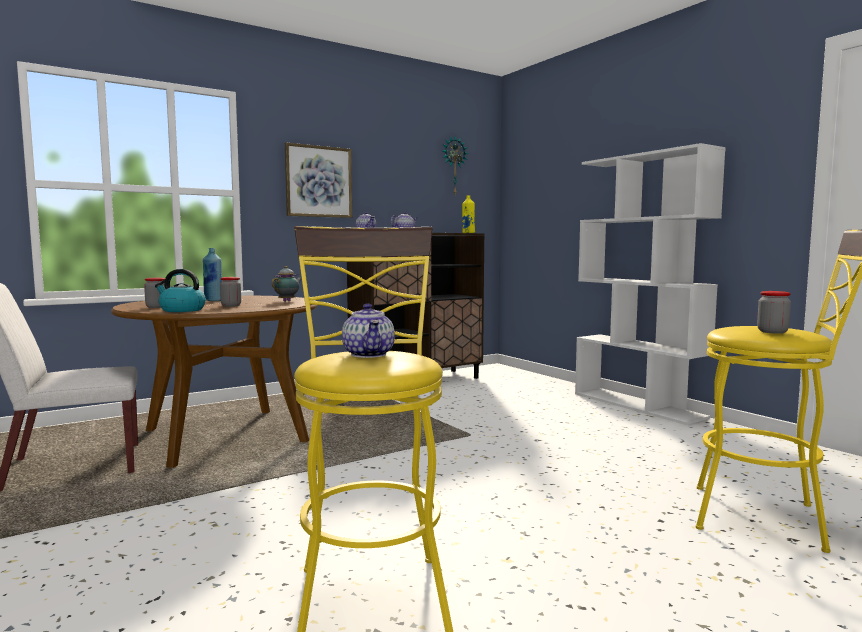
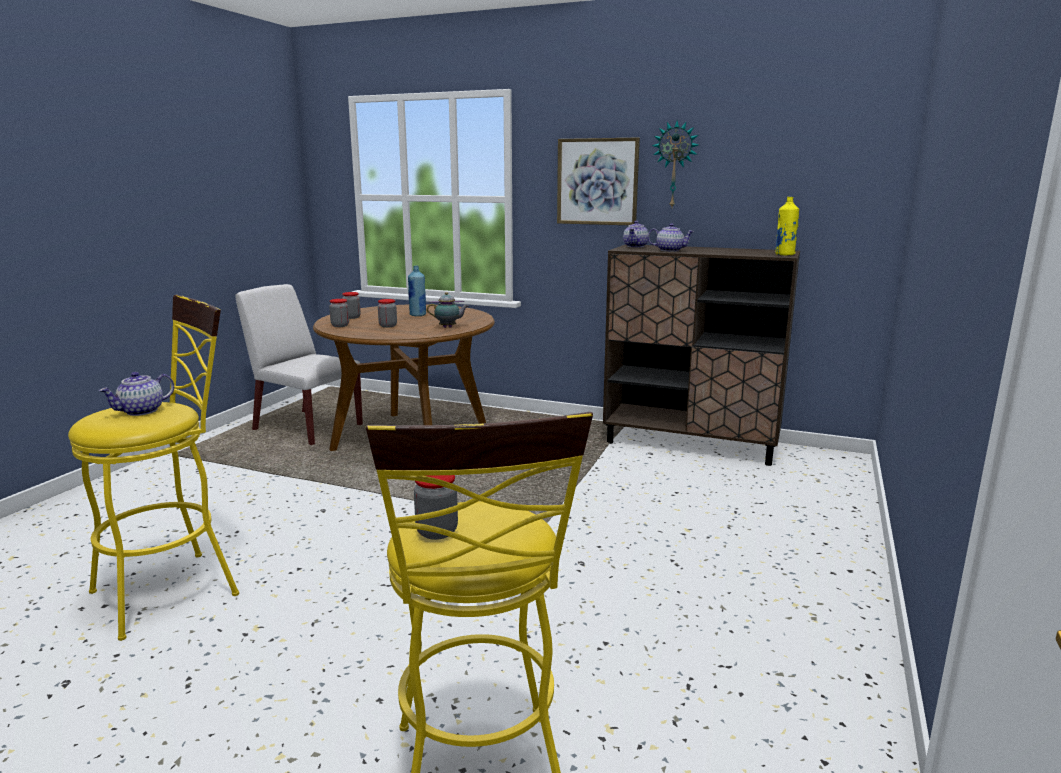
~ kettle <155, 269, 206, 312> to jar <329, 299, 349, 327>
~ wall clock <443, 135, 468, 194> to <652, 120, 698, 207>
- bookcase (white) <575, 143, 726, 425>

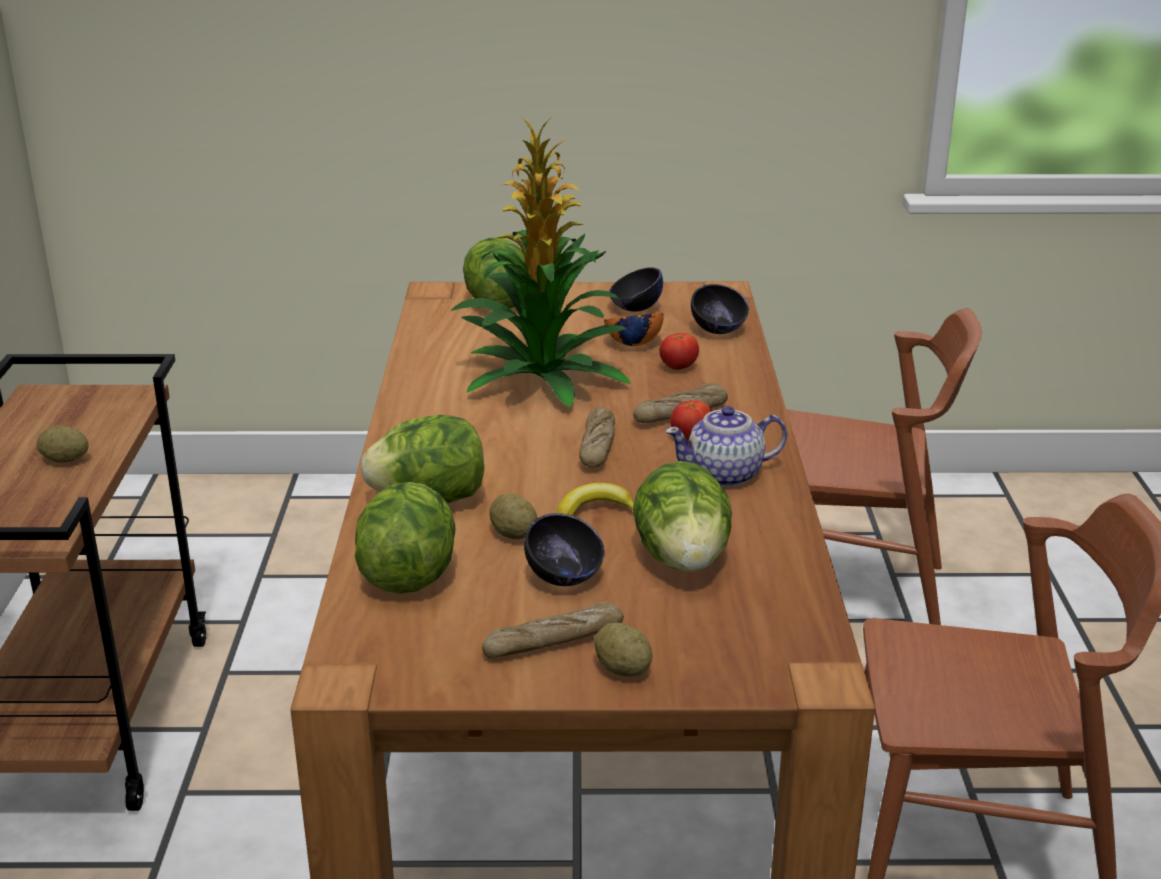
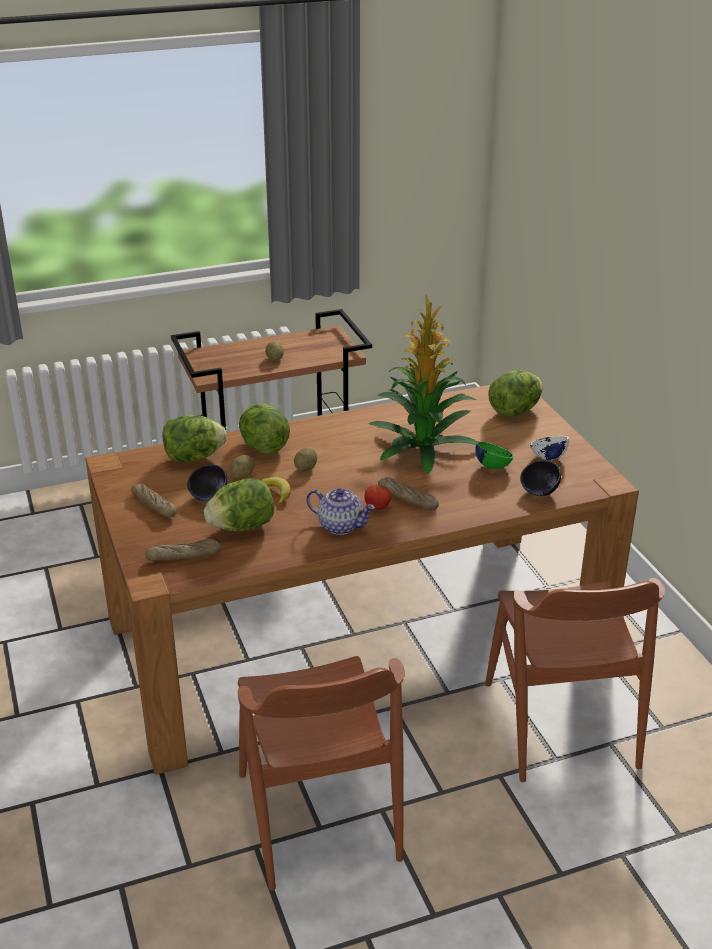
~ bread <579, 407, 615, 468> to <145, 539, 221, 561>
~ potato <594, 623, 653, 677> to <294, 447, 317, 471>
~ bowl (orange) <604, 313, 664, 346> to bowl (green) <475, 441, 514, 469>
~ bowl (black) <609, 267, 663, 312> to bowl (white) <530, 436, 569, 460>
- tomato <659, 333, 699, 370>
~ teapot <665, 406, 787, 487> = <306, 488, 375, 535> 150 degrees clockwise

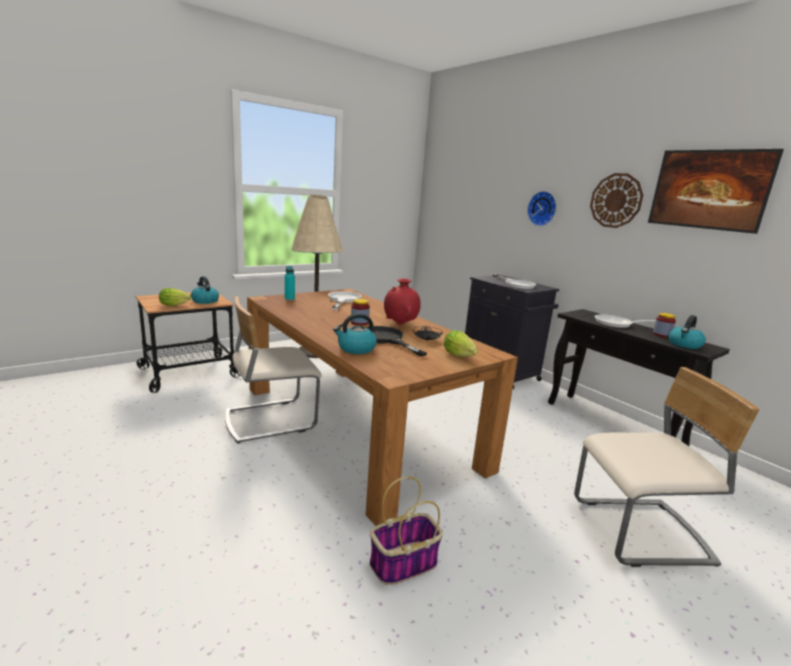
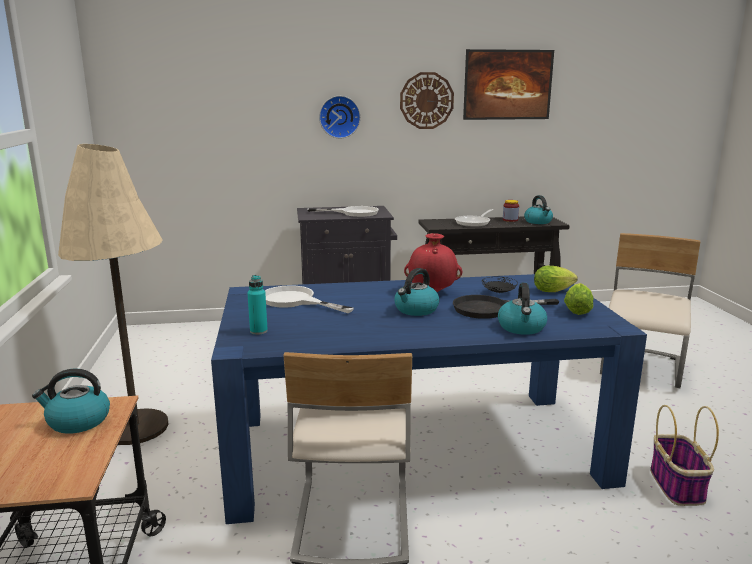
~ lettuce <159, 288, 191, 306> to <564, 283, 593, 315>
~ dining table (brown) <247, 289, 518, 526> to dining table (blue) <211, 274, 647, 524>
~ jar <351, 299, 370, 325> to kettle <394, 268, 439, 316>

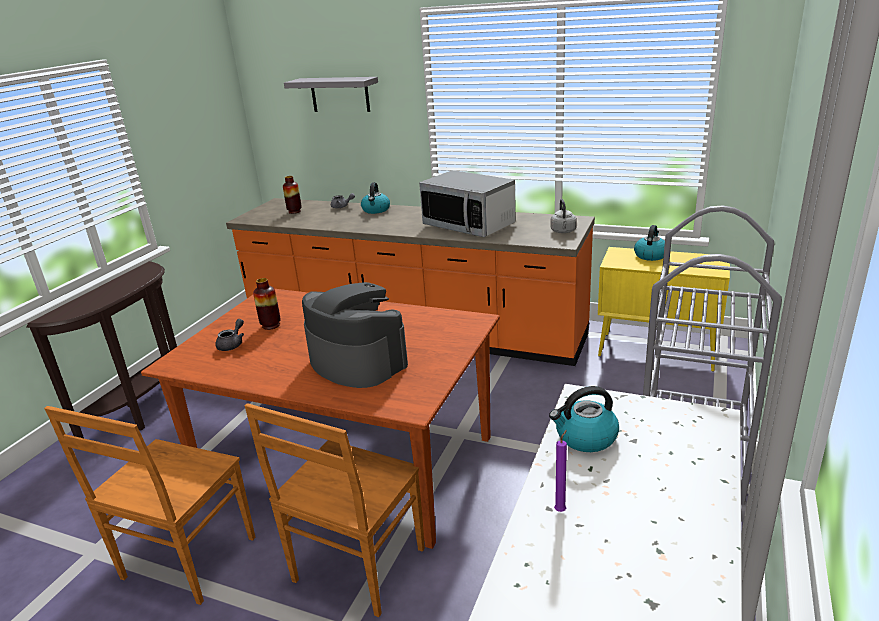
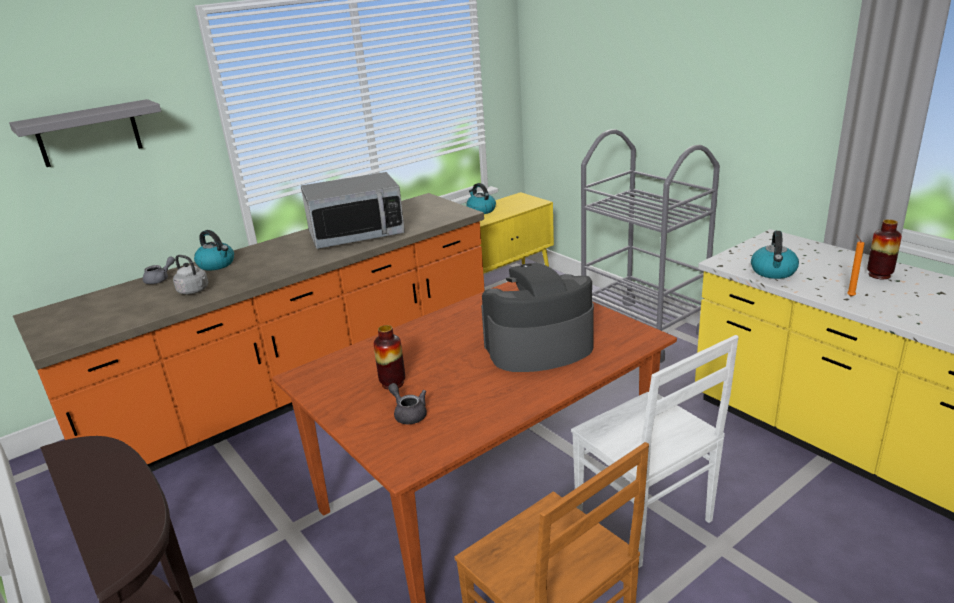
~ chair (brown) <244, 403, 425, 617> to chair (white) <571, 335, 739, 568>
~ vase <283, 176, 302, 214> to <867, 219, 902, 279>
~ kettle (grey) <551, 199, 577, 233> to <173, 255, 208, 295>
~ candle (purple) <554, 430, 567, 512> to candle (orange) <847, 234, 865, 296>

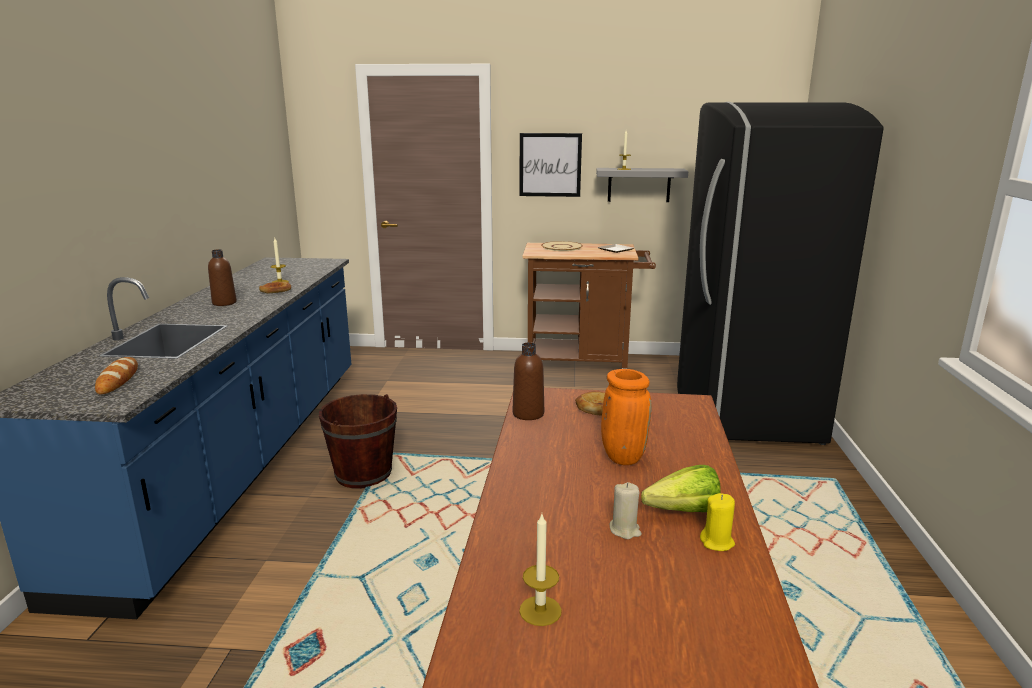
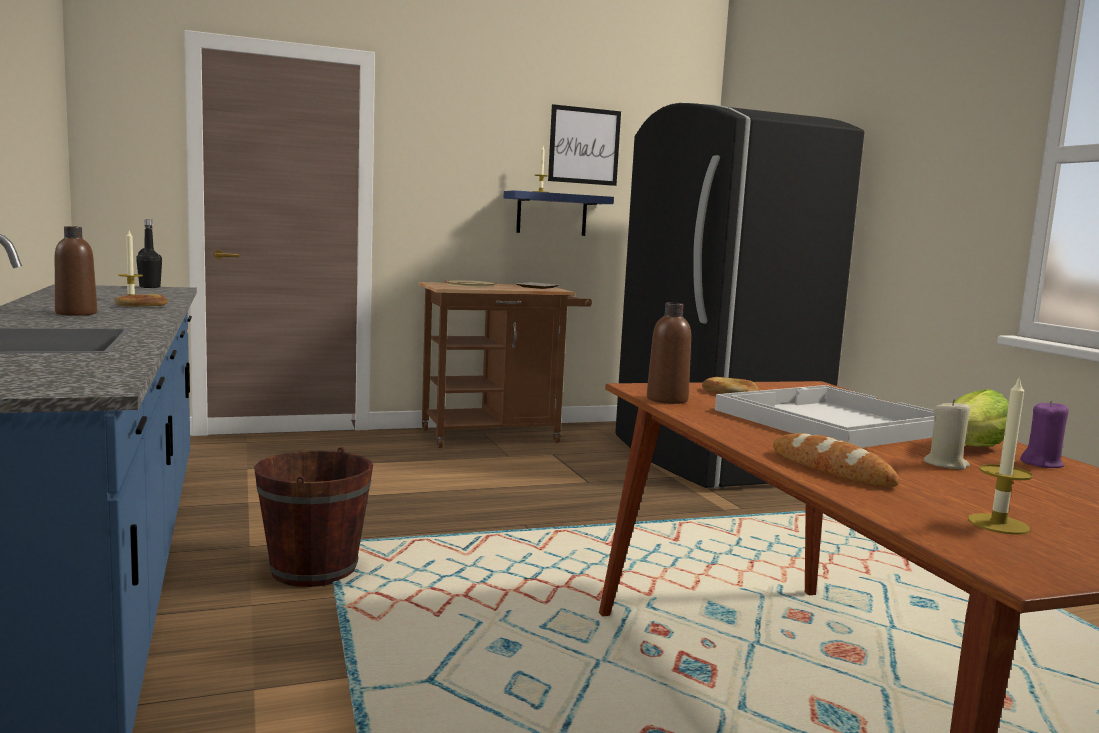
~ bread <95, 357, 138, 394> to <773, 433, 899, 487>
~ picture <520, 133, 582, 197> to <548, 104, 621, 186>
~ shelf (grey) <596, 168, 688, 202> to shelf (blue) <504, 190, 614, 236>
~ vase (orange) <601, 369, 652, 465> to tray (white) <715, 385, 934, 448>
~ candle (yellow) <700, 493, 735, 551> to candle (purple) <1020, 400, 1069, 468>
+ bottle (black) <136, 219, 162, 288>

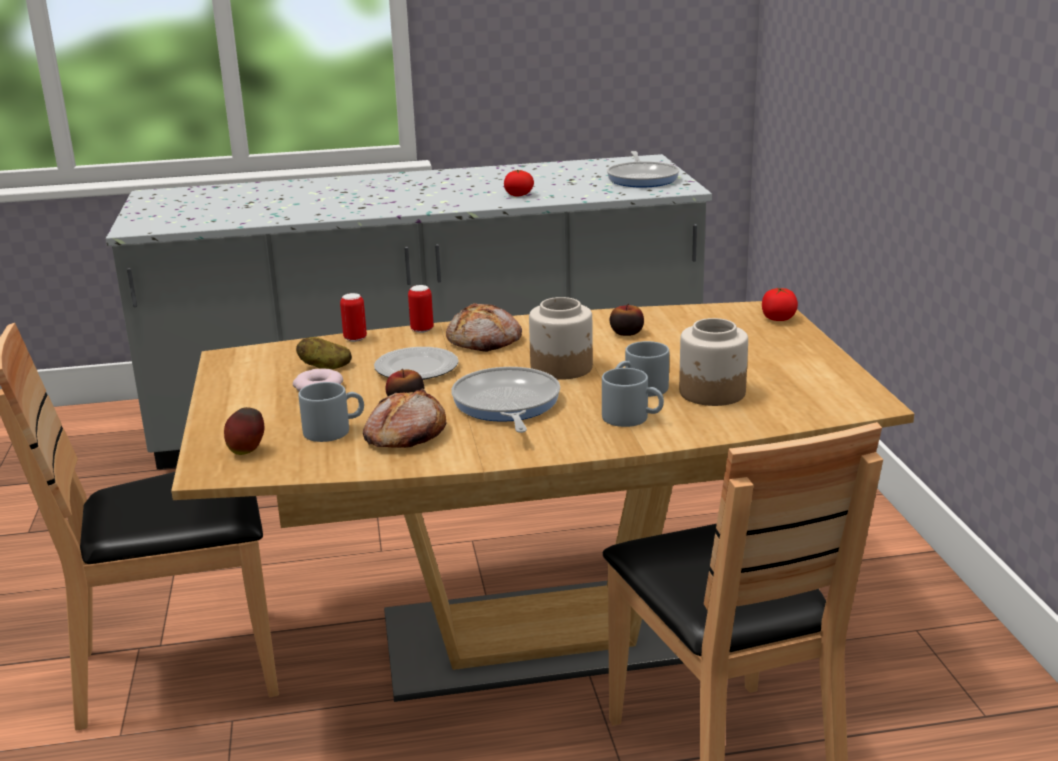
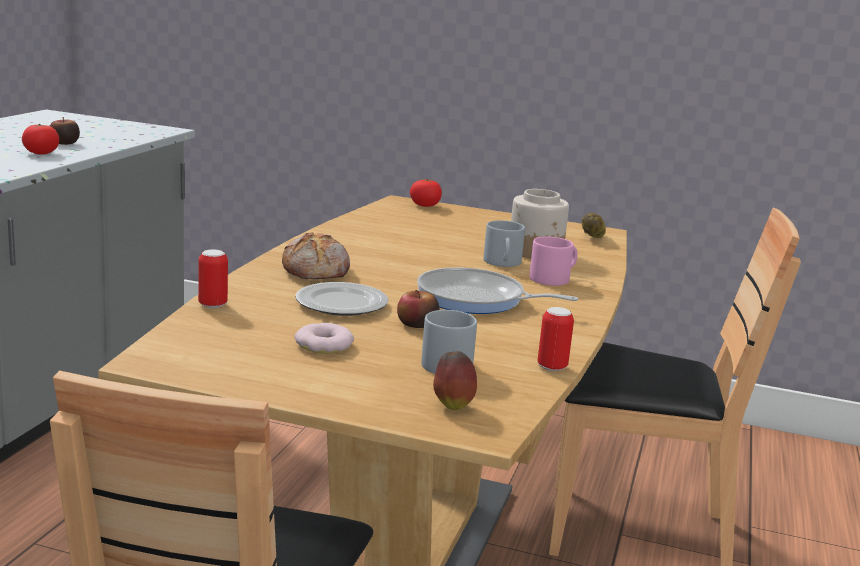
~ potato <296, 337, 352, 369> to <581, 213, 606, 238>
- bread <363, 389, 446, 448>
~ can <408, 285, 434, 333> to <538, 307, 574, 371>
- jar <529, 297, 593, 380>
~ mug (grey) <602, 368, 664, 427> to mug (pink) <529, 236, 578, 286>
- frying pan <607, 151, 680, 188>
~ apple <609, 304, 644, 336> to <50, 117, 80, 145>

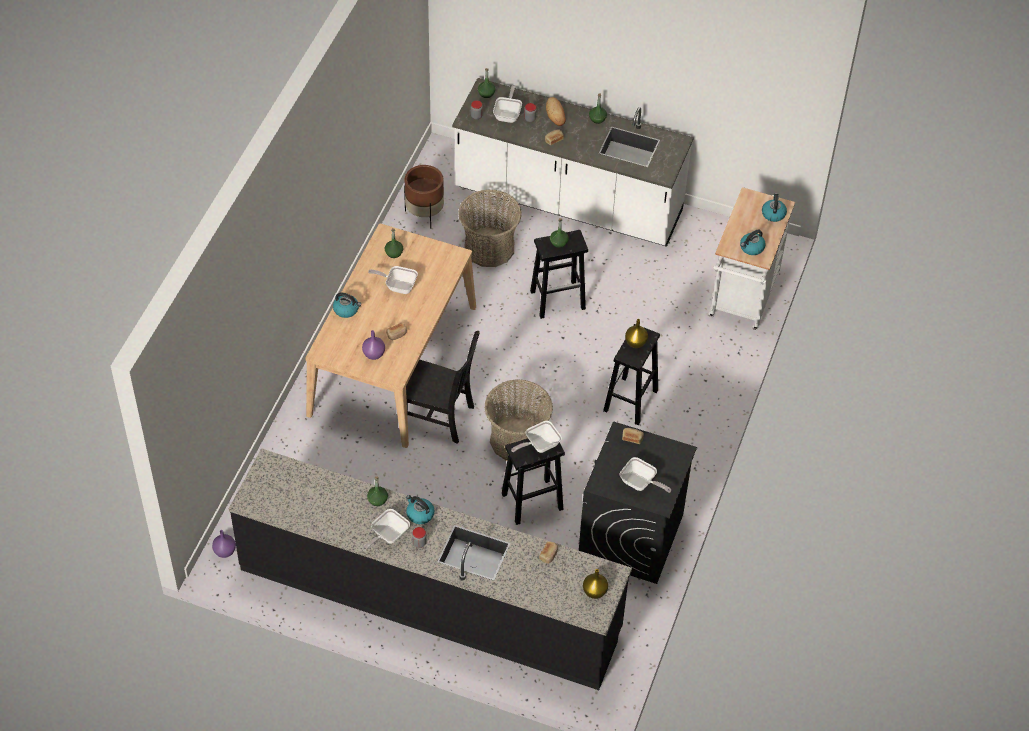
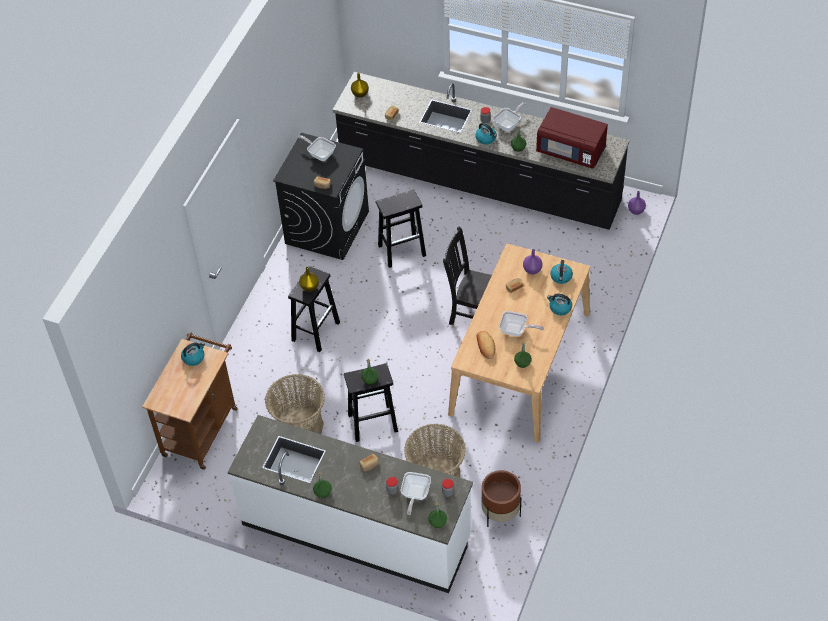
~ basket <484, 379, 553, 461> to <265, 374, 325, 434>
- frying pan <511, 421, 562, 453>
~ bread <546, 97, 566, 126> to <476, 331, 495, 359>
~ cart (white) <708, 187, 795, 330> to cart (brown) <142, 332, 238, 470>
~ kettle <762, 193, 787, 222> to <550, 260, 573, 284>
+ microwave (red) <536, 107, 608, 168>

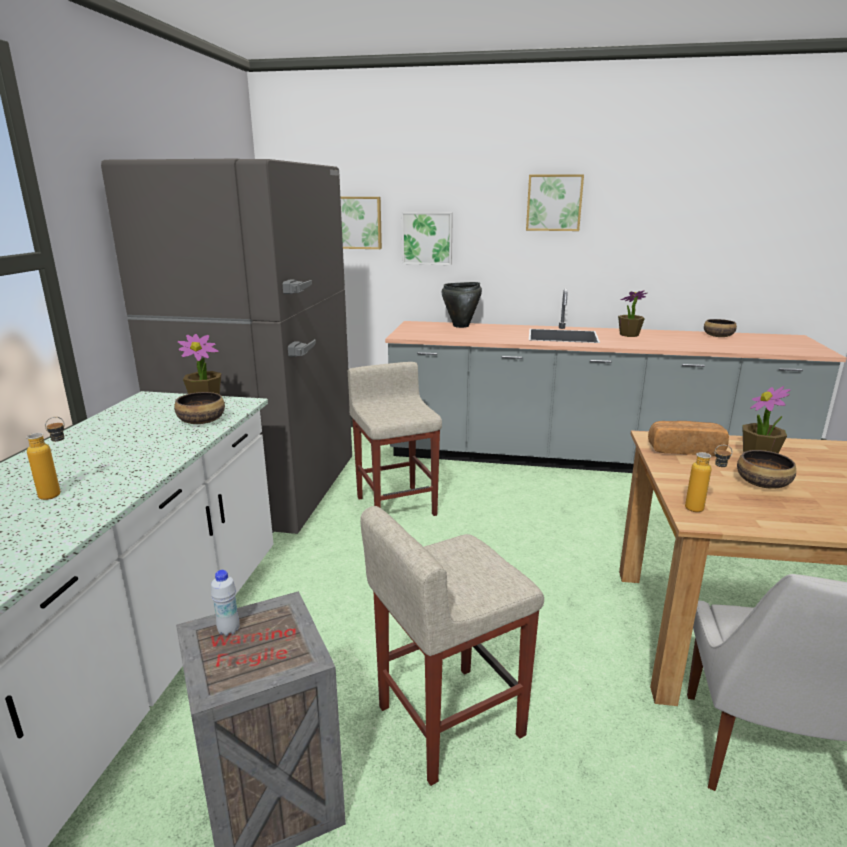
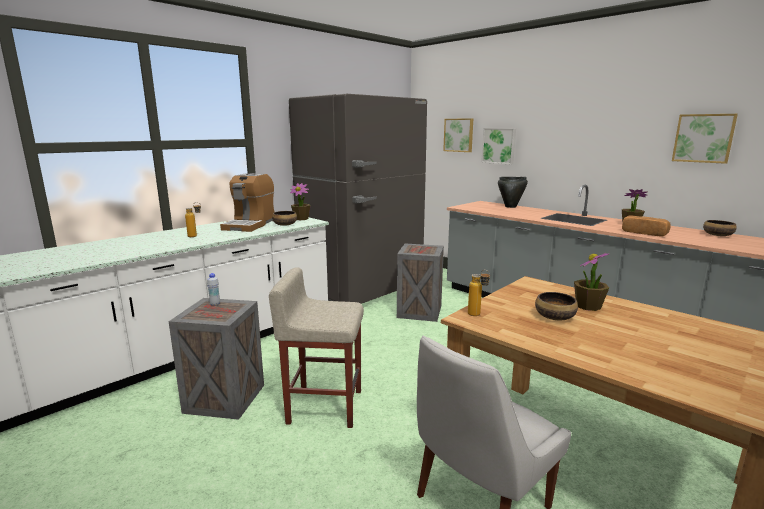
~ stool (beige) <348, 362, 442, 516> to crate <397, 244, 444, 322>
~ picture <526, 174, 584, 231> to <672, 114, 738, 164>
~ bread <648, 421, 729, 456> to <622, 215, 671, 236>
+ coffee machine <220, 173, 275, 232>

